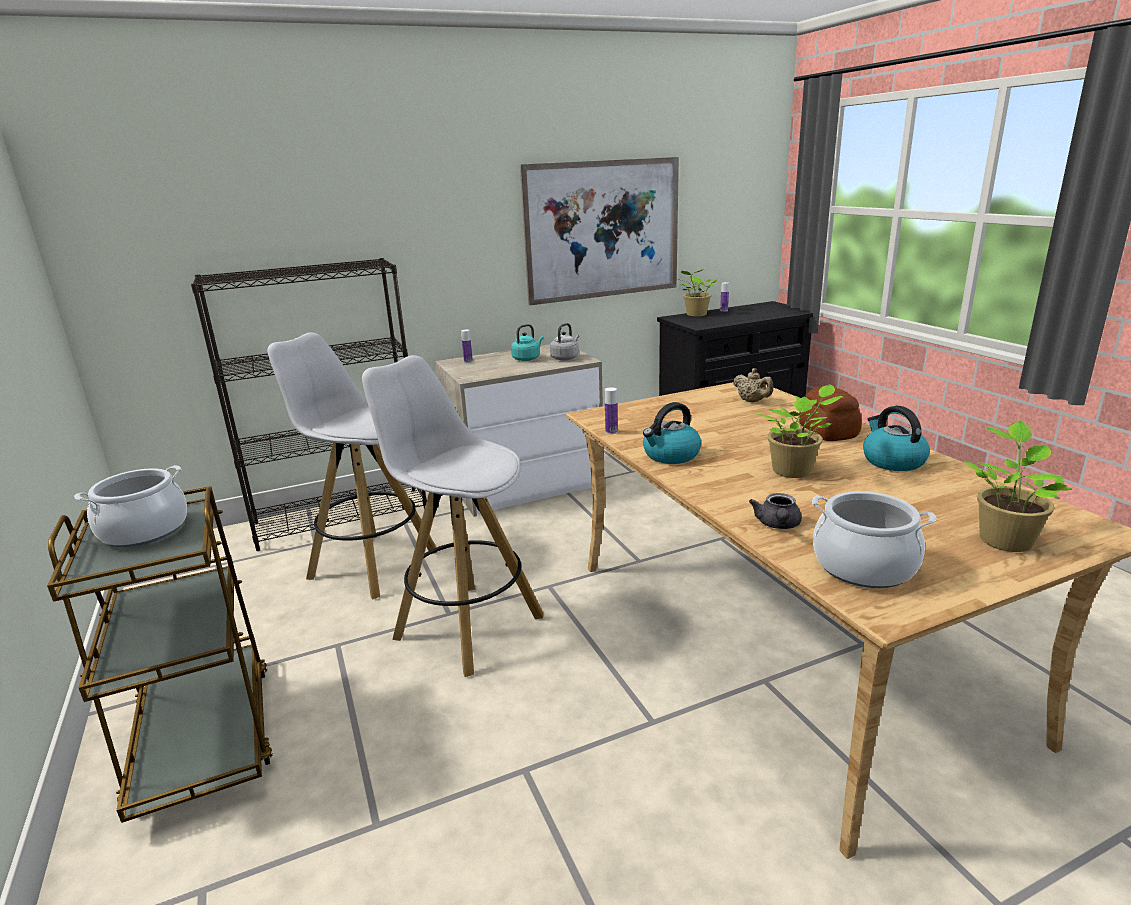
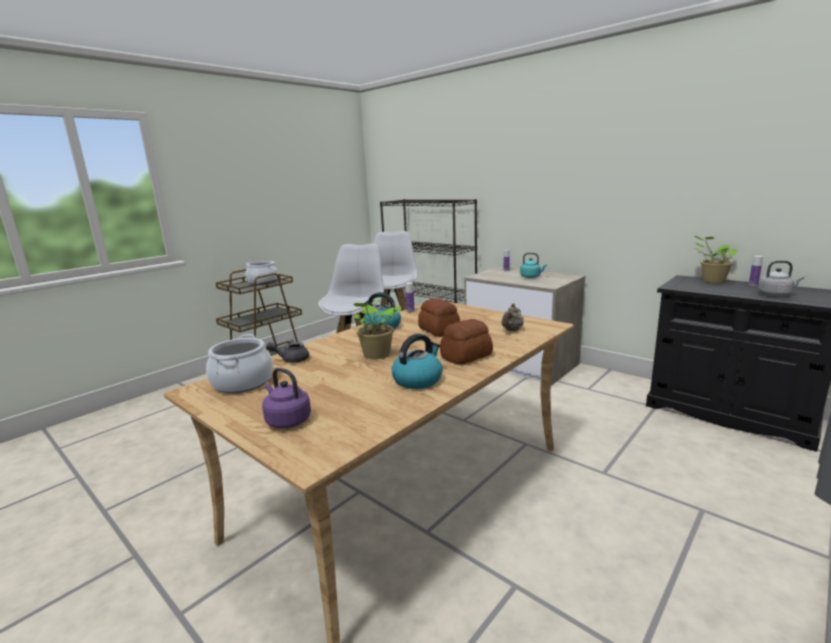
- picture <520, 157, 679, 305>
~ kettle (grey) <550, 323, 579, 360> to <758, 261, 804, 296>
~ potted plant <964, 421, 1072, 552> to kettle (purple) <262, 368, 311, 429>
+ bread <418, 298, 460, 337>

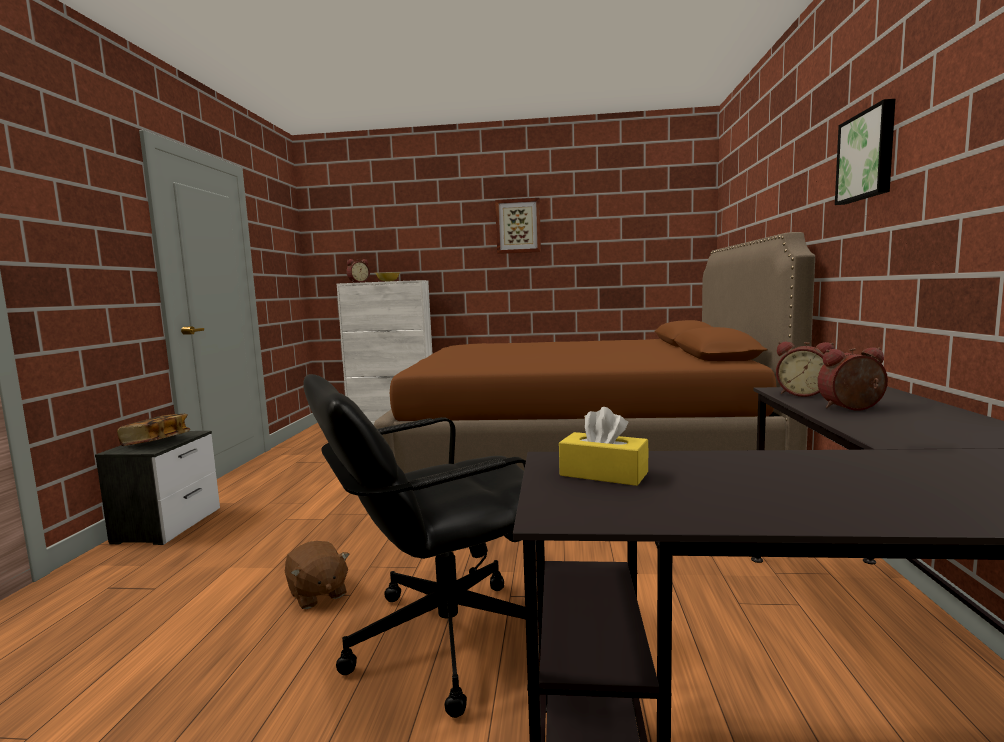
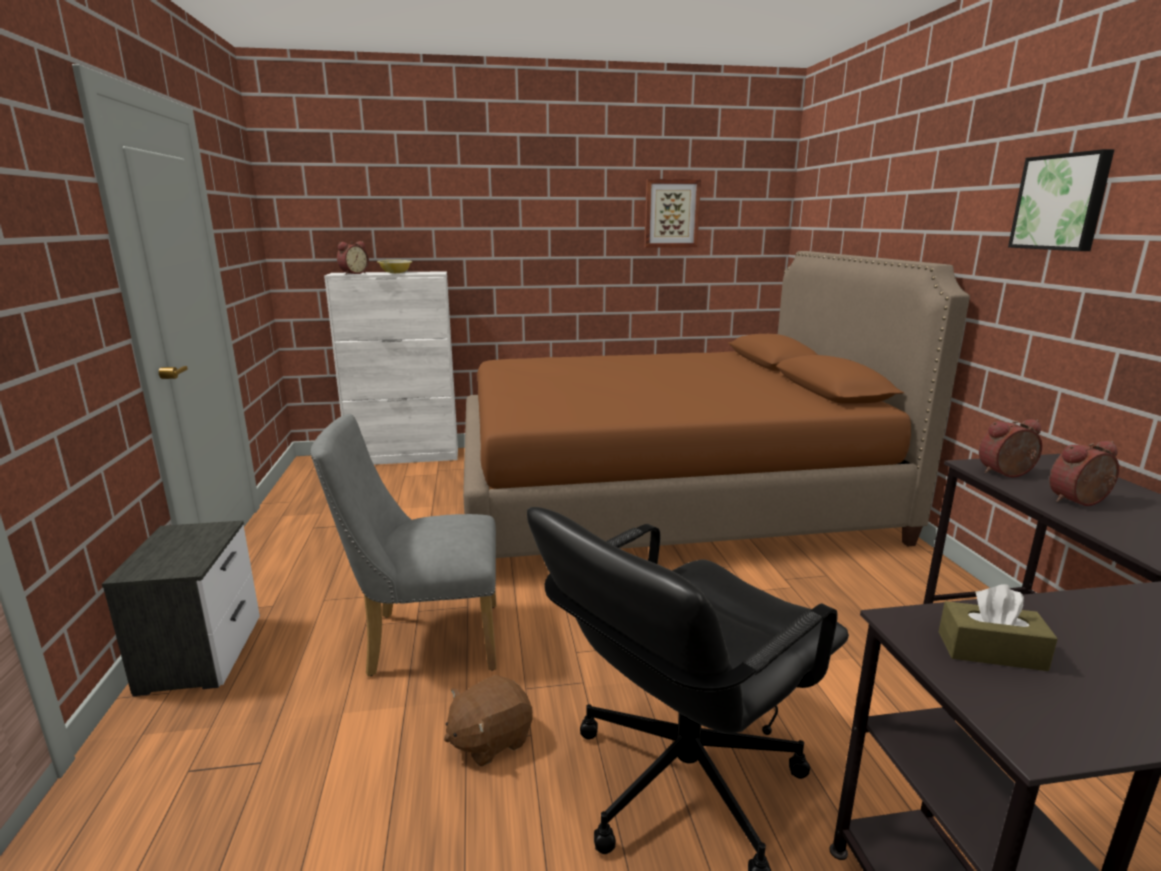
- book <117, 414, 190, 446>
~ plush toy (brown) <285, 541, 350, 609> = <444, 675, 533, 767> 105 degrees clockwise
~ picture <495, 198, 541, 254> to <644, 179, 701, 248>
~ tissue box (yellow) <559, 407, 648, 486> to tissue box (brown) <939, 584, 1058, 671>
~ alarm clock <776, 342, 835, 397> = <979, 419, 1042, 477> 150 degrees clockwise
+ chair (grey) <311, 414, 497, 677>

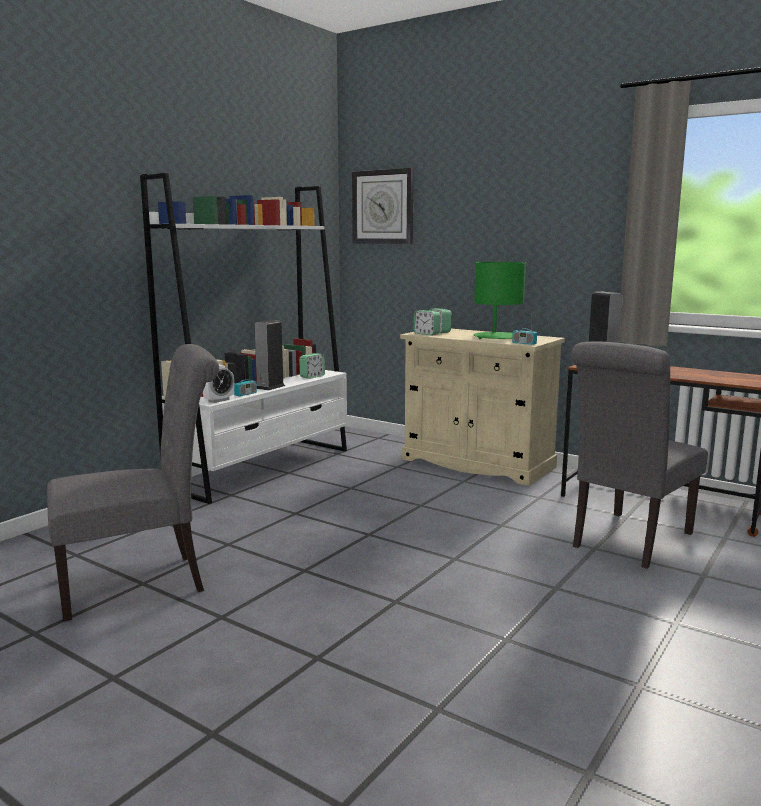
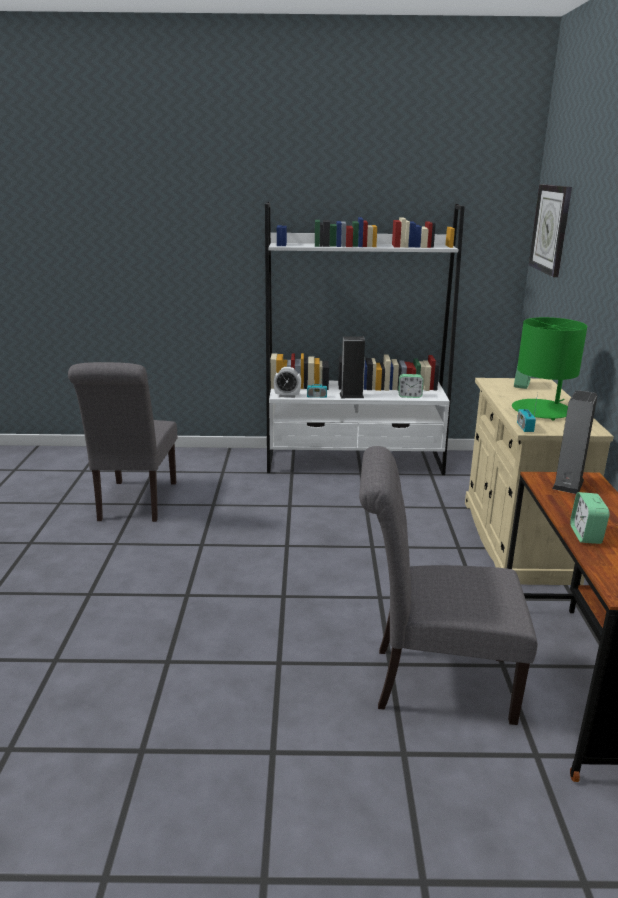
~ chair (grey) <47, 344, 219, 622> = <68, 362, 177, 522> 60 degrees clockwise
~ alarm clock <413, 310, 440, 335> to <570, 492, 609, 544>

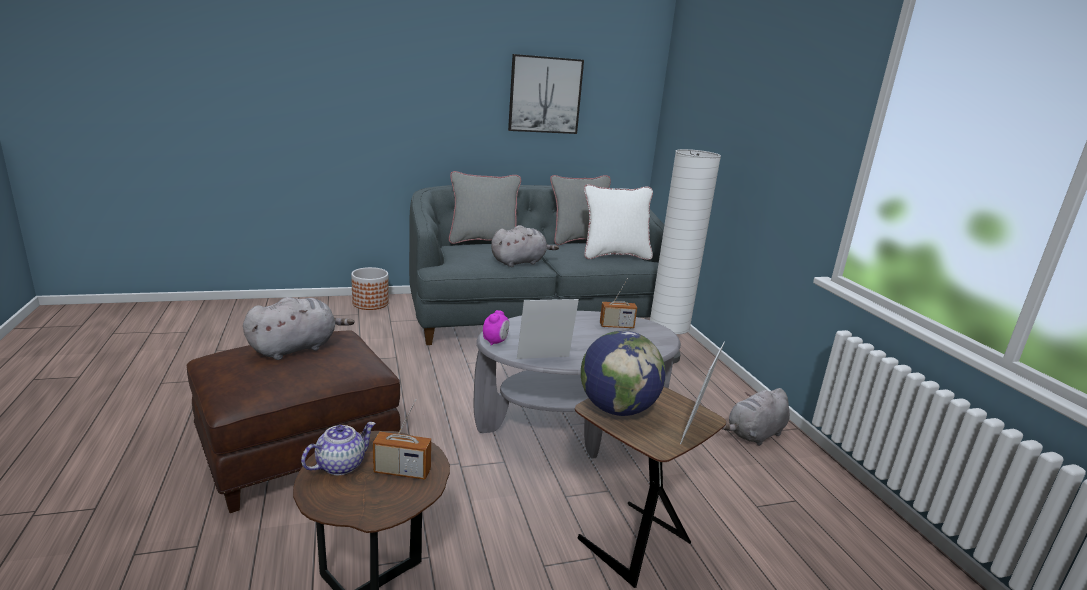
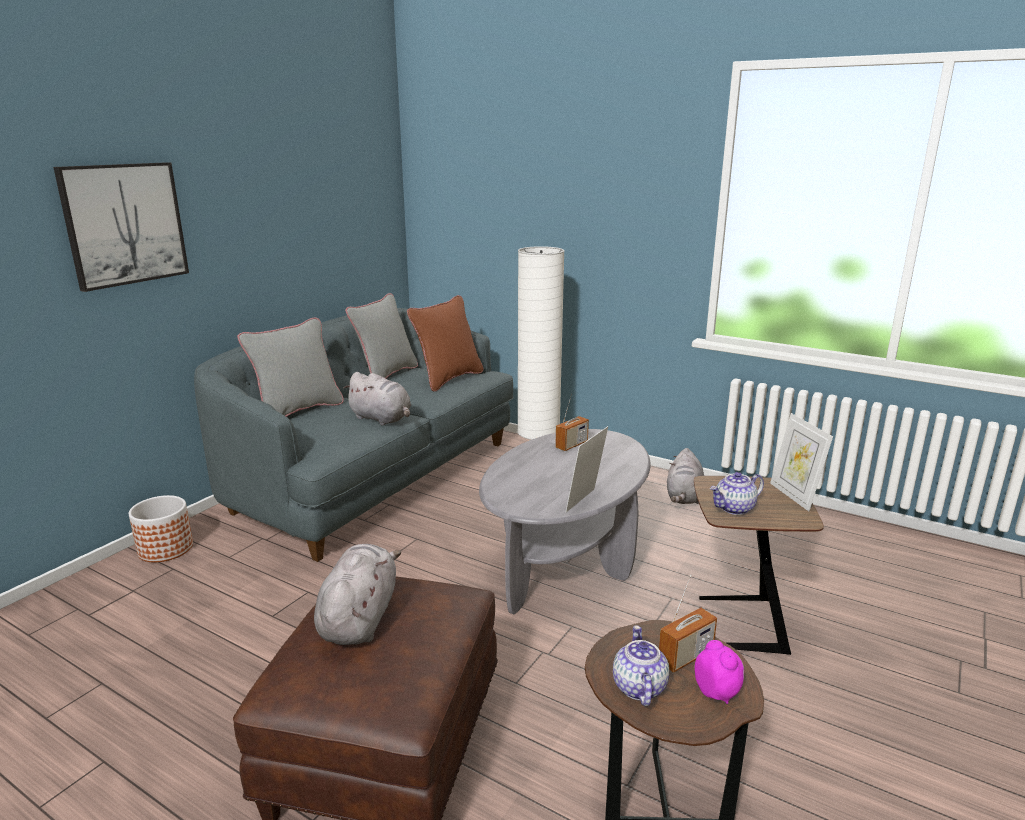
~ alarm clock <483, 310, 509, 346> to <694, 640, 744, 704>
~ plush toy (grey) <491, 225, 559, 267> = <343, 372, 411, 426> 105 degrees clockwise
~ picture <508, 54, 584, 134> to <53, 162, 189, 292>
~ globe <581, 331, 665, 416> to teapot <710, 472, 764, 515>
~ pillow (white) <584, 184, 653, 260> to pillow (brown) <407, 295, 484, 392>

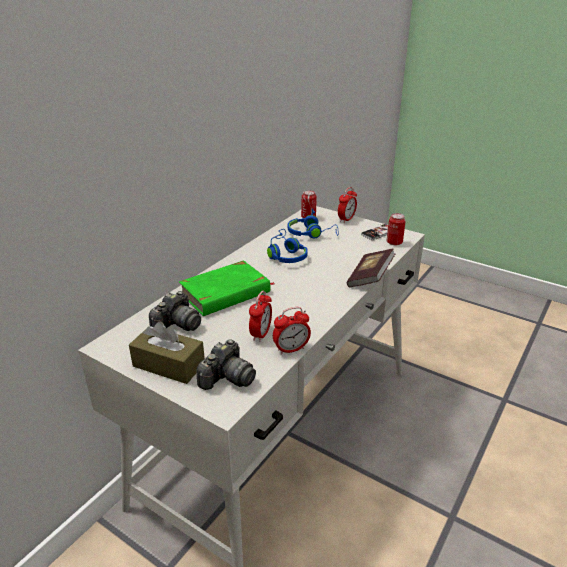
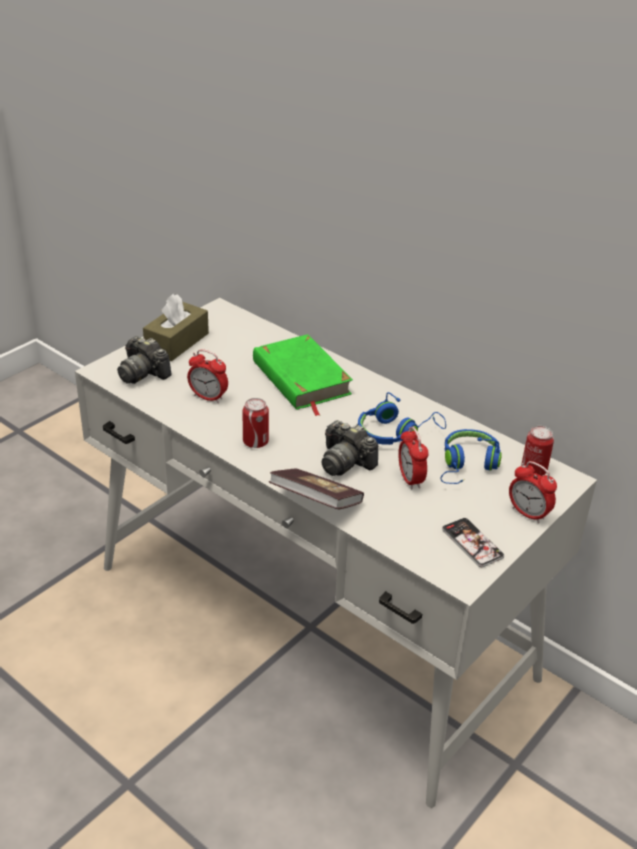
~ photo camera <149, 291, 201, 331> to <322, 420, 378, 476>
~ alarm clock <273, 307, 311, 355> to <398, 427, 429, 490>
~ can <387, 213, 406, 245> to <243, 398, 269, 448>

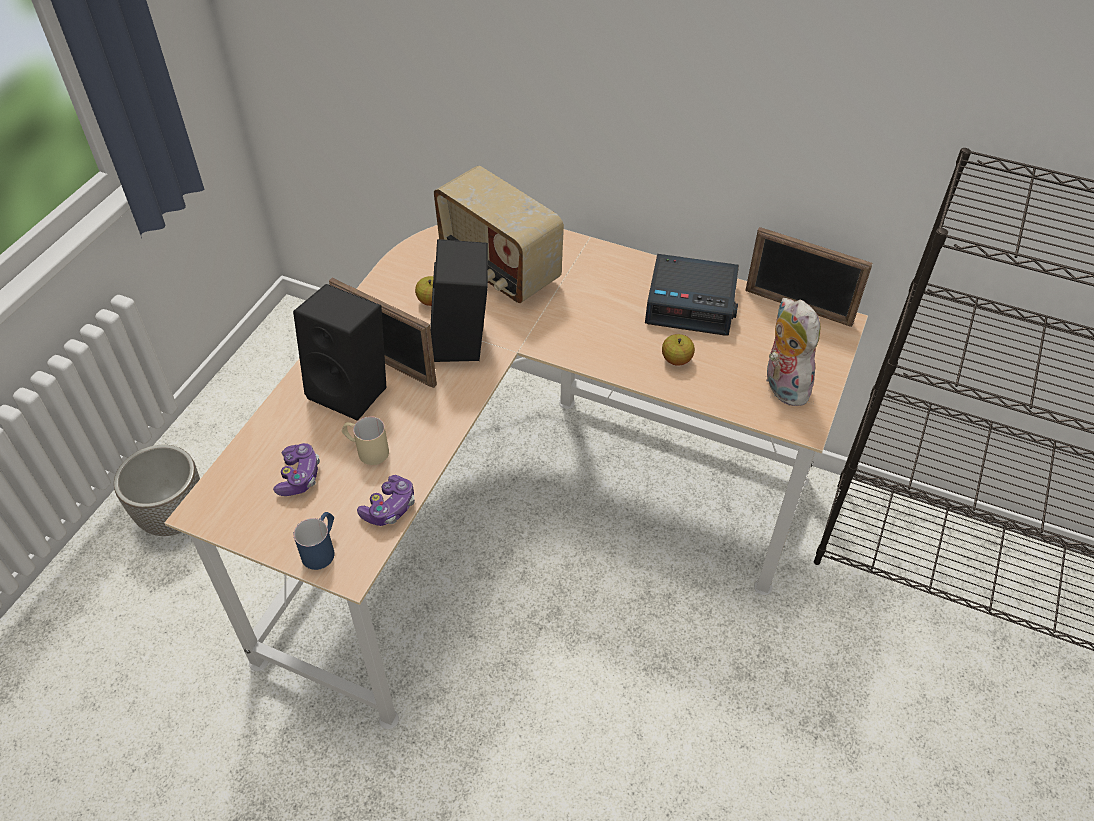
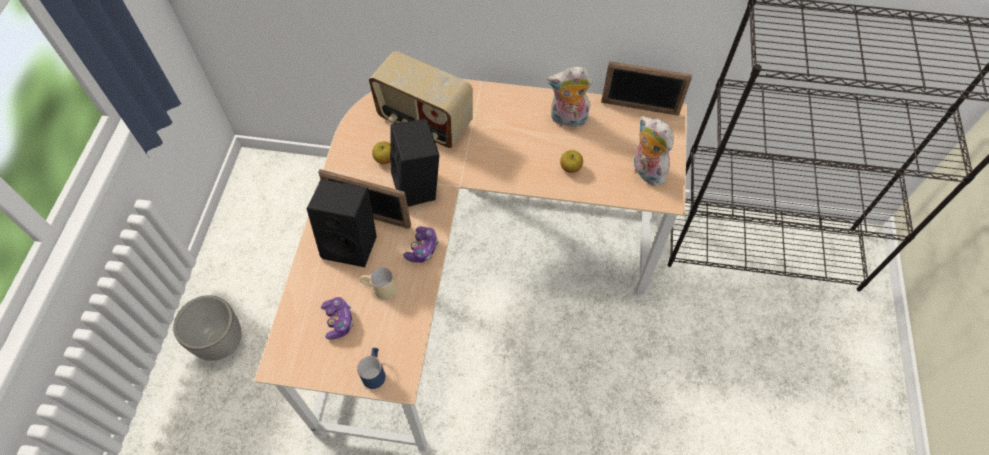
~ game controller <357, 475, 415, 526> to <403, 226, 439, 263>
~ alarm clock <645, 254, 739, 336> to plush toy <547, 67, 592, 127>

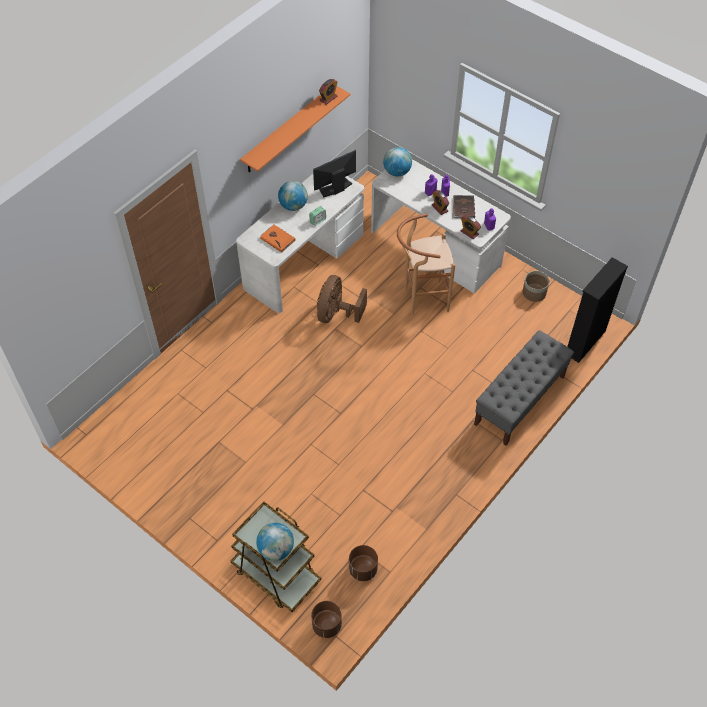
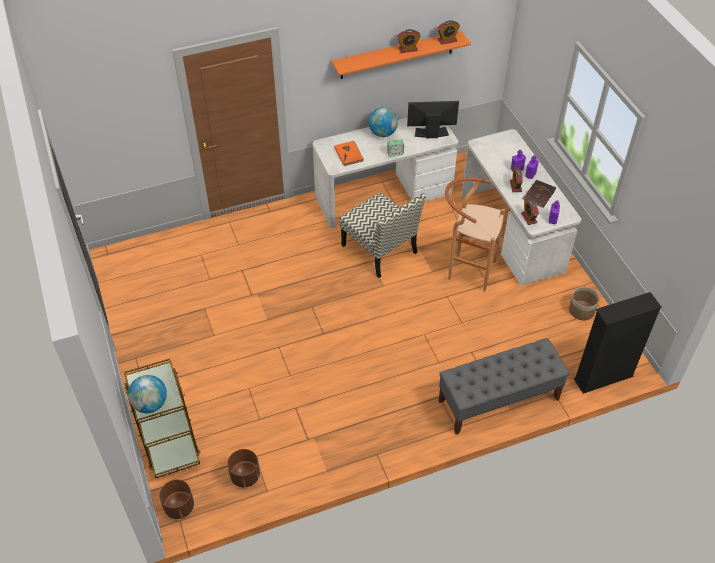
~ fan (brown) <317, 275, 367, 323> to chair <339, 192, 426, 278>
- globe <383, 147, 412, 176>
+ alarm clock <397, 29, 420, 53>

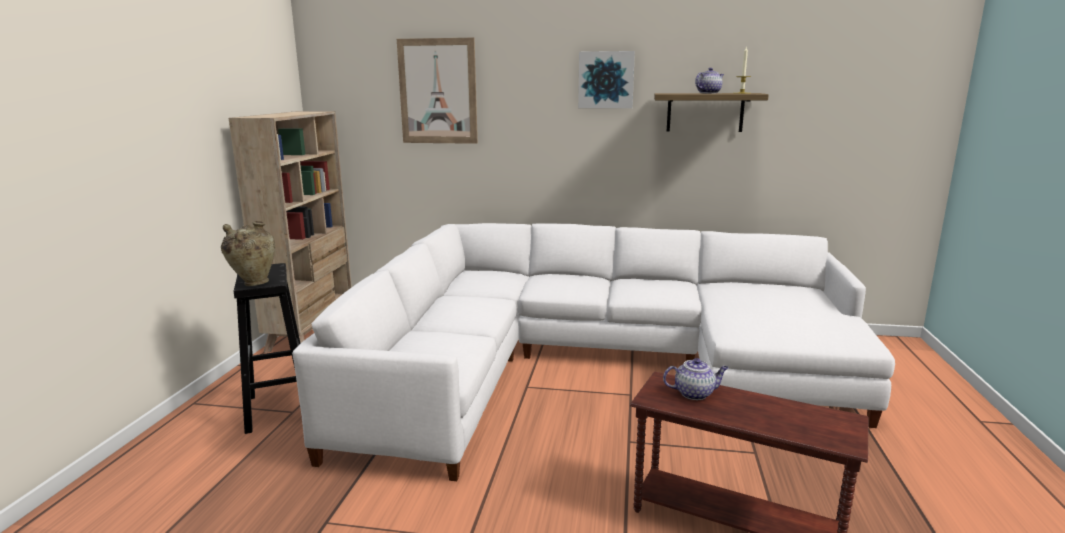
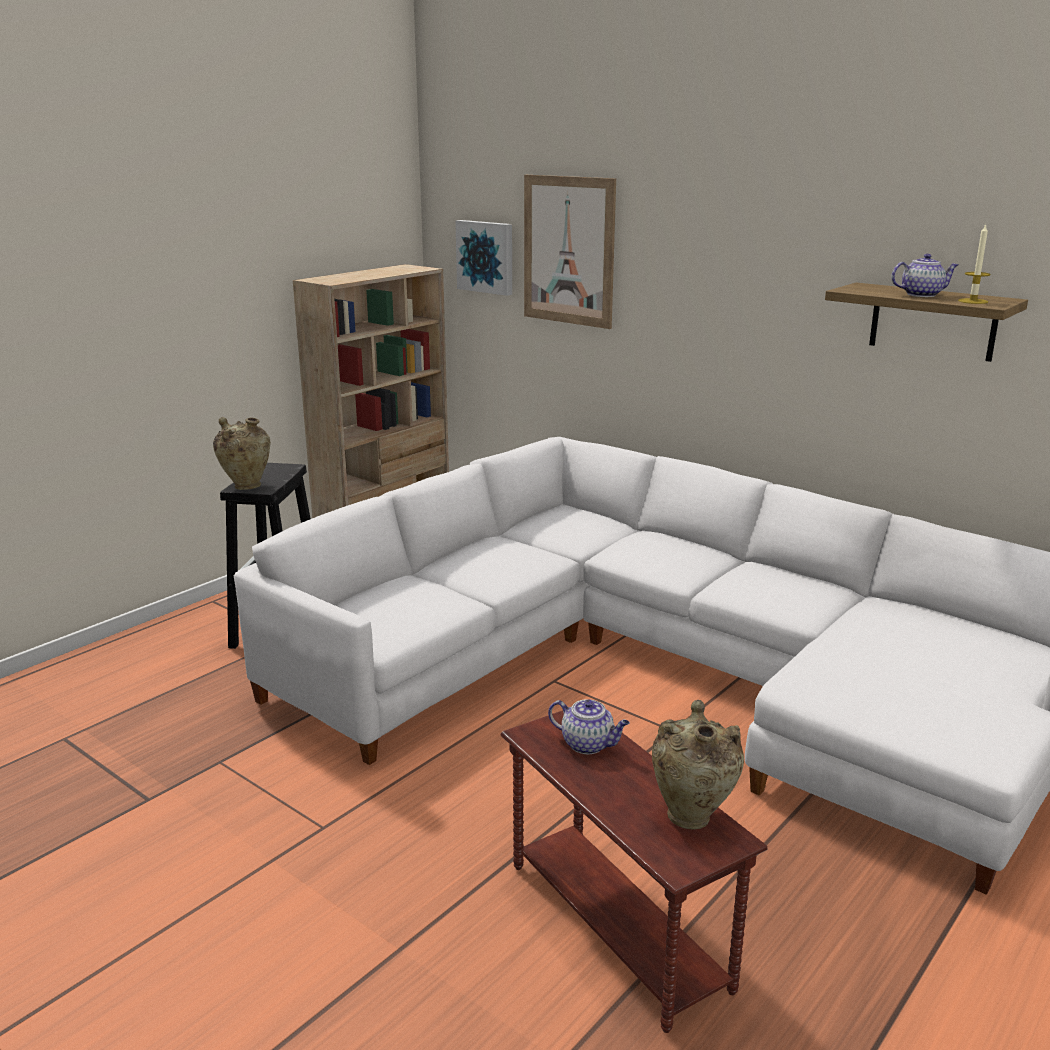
~ picture <578, 51, 635, 108> to <455, 220, 512, 296>
+ vase (beige) <652, 700, 744, 829>

